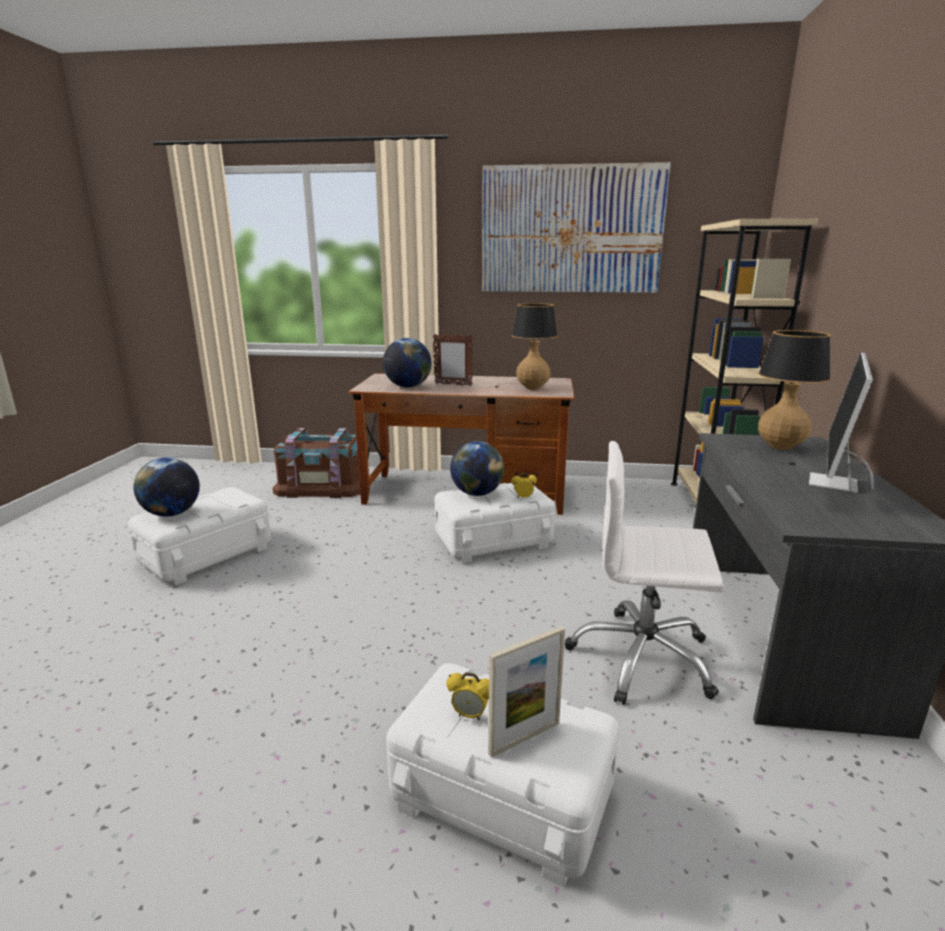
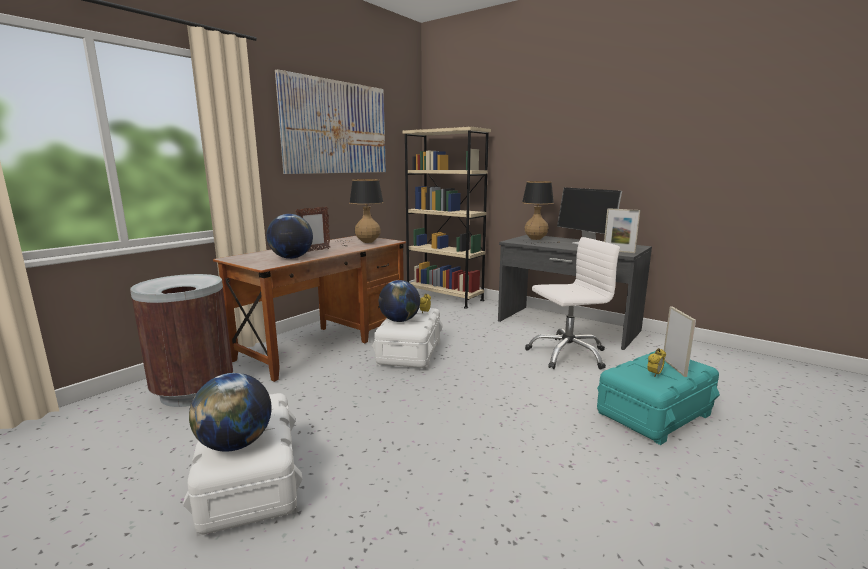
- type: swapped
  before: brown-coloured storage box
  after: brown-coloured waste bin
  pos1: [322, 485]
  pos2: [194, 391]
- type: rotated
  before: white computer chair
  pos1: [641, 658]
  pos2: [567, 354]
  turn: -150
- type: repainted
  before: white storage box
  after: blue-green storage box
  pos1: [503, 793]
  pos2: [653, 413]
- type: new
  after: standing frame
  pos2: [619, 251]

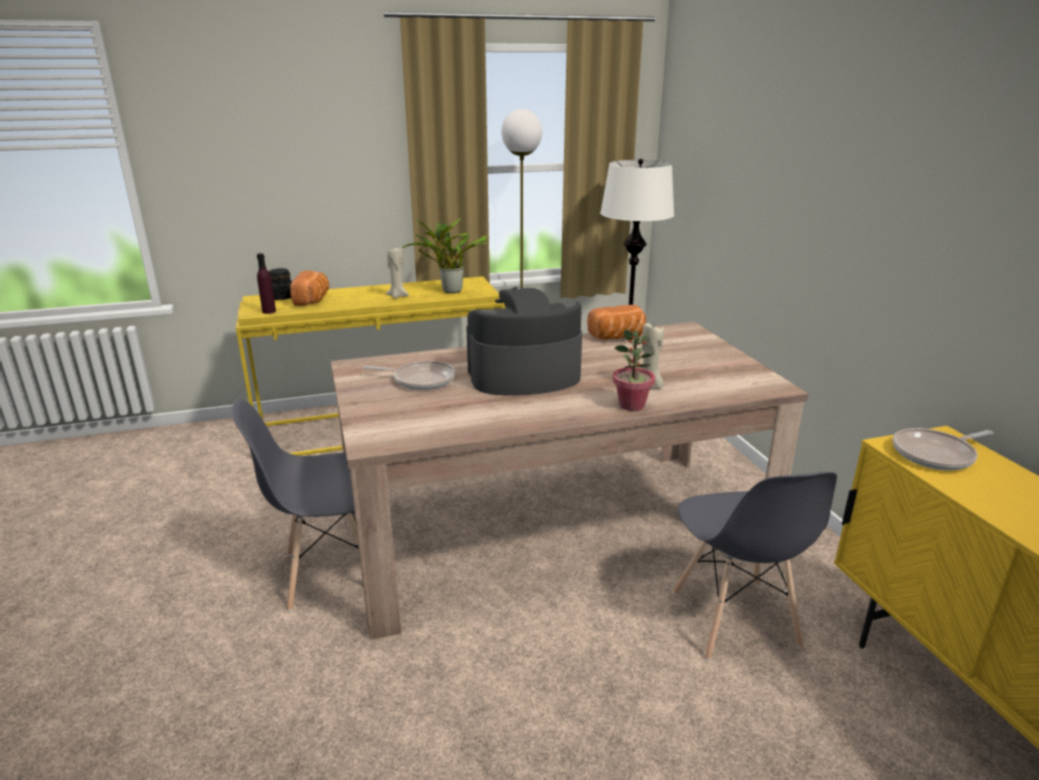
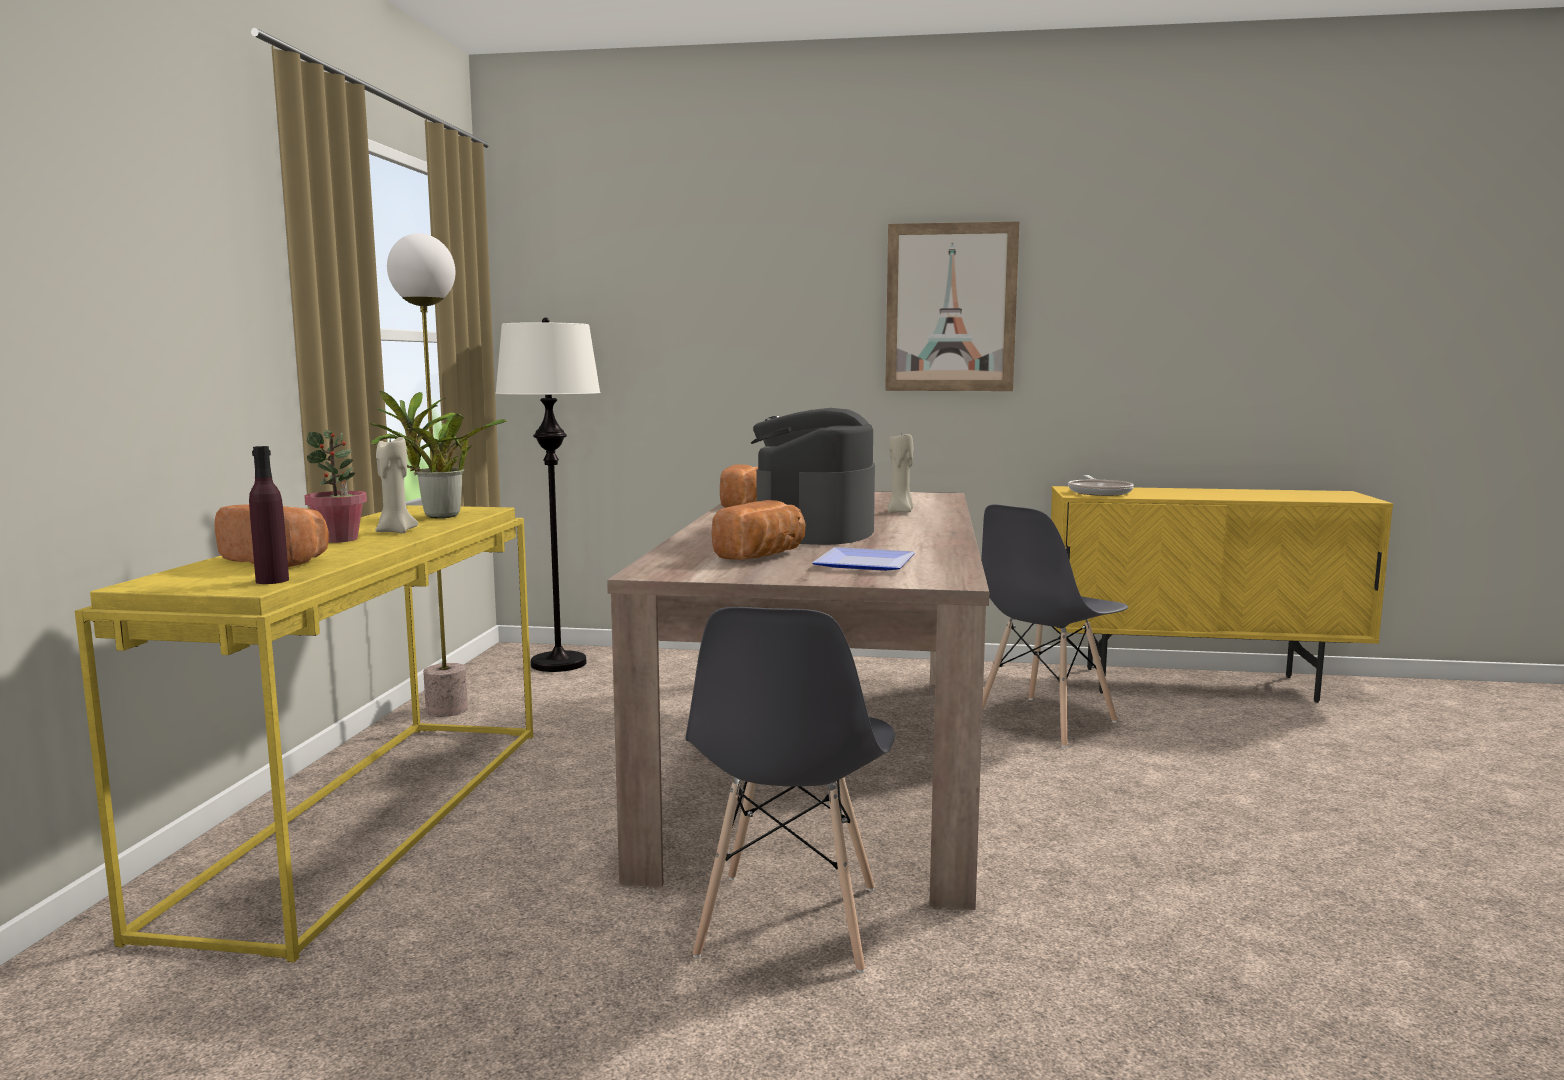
- type: shifted
  before: houseplant
  pos1: [631, 405]
  pos2: [339, 539]
- type: swapped
  before: frying pan
  after: bread
  pos1: [420, 380]
  pos2: [764, 556]
- type: new
  after: plate
  pos2: [867, 565]
- type: new
  after: wall picture
  pos2: [950, 308]
- type: rotated
  before: greyish upright chair
  pos1: [734, 620]
  pos2: [1044, 721]
  turn: 120
- type: gone
  before: black-coloured preserve jar
  pos1: [282, 297]

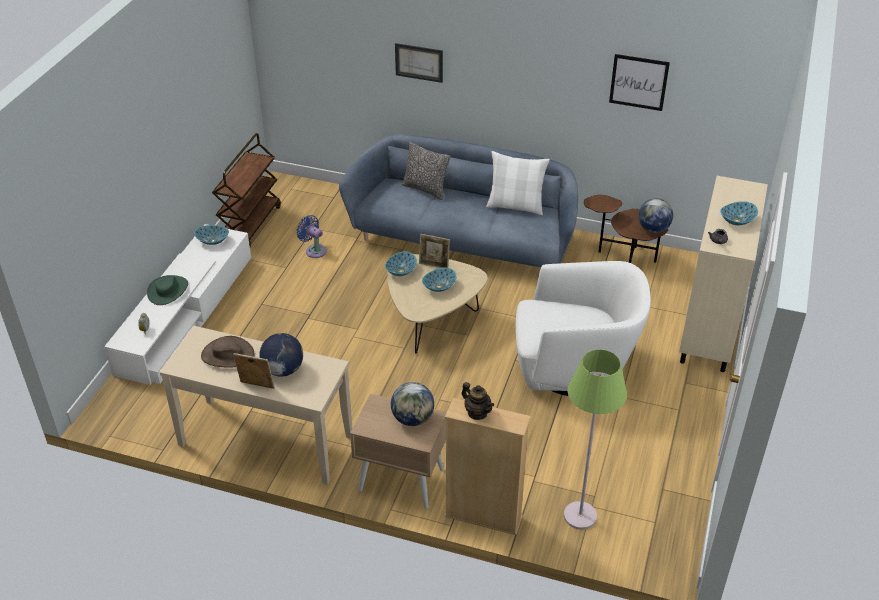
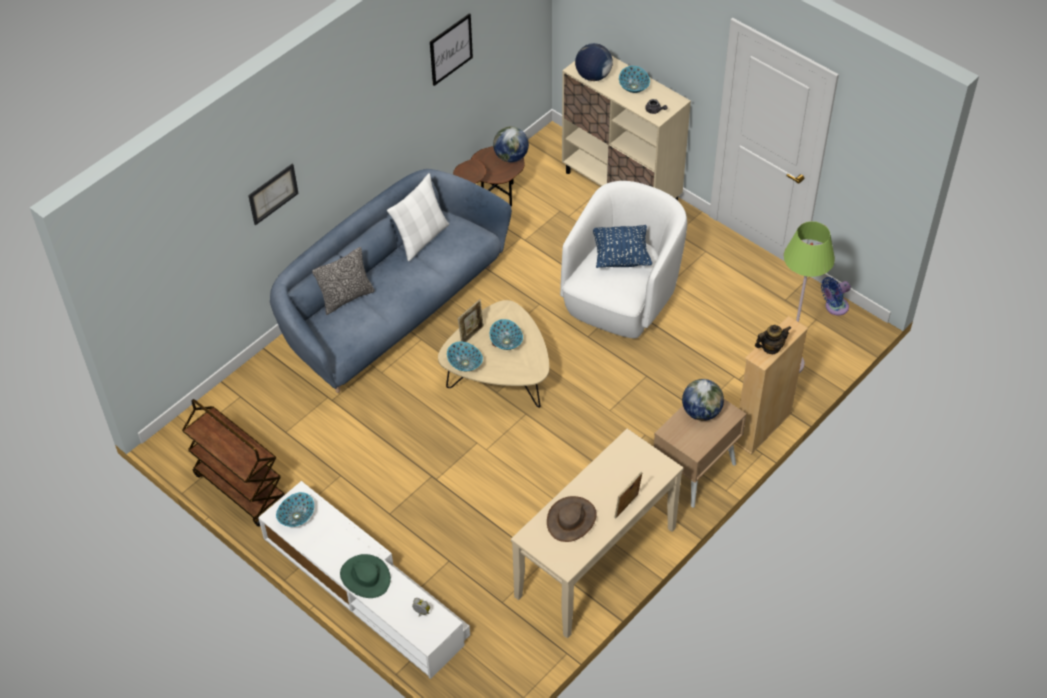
- type: shifted
  before: desk globe
  pos1: [283, 370]
  pos2: [593, 76]
- type: new
  after: blue-coloured cushion
  pos2: [621, 256]
- type: shifted
  before: blue-coloured cooling fan
  pos1: [314, 250]
  pos2: [834, 307]

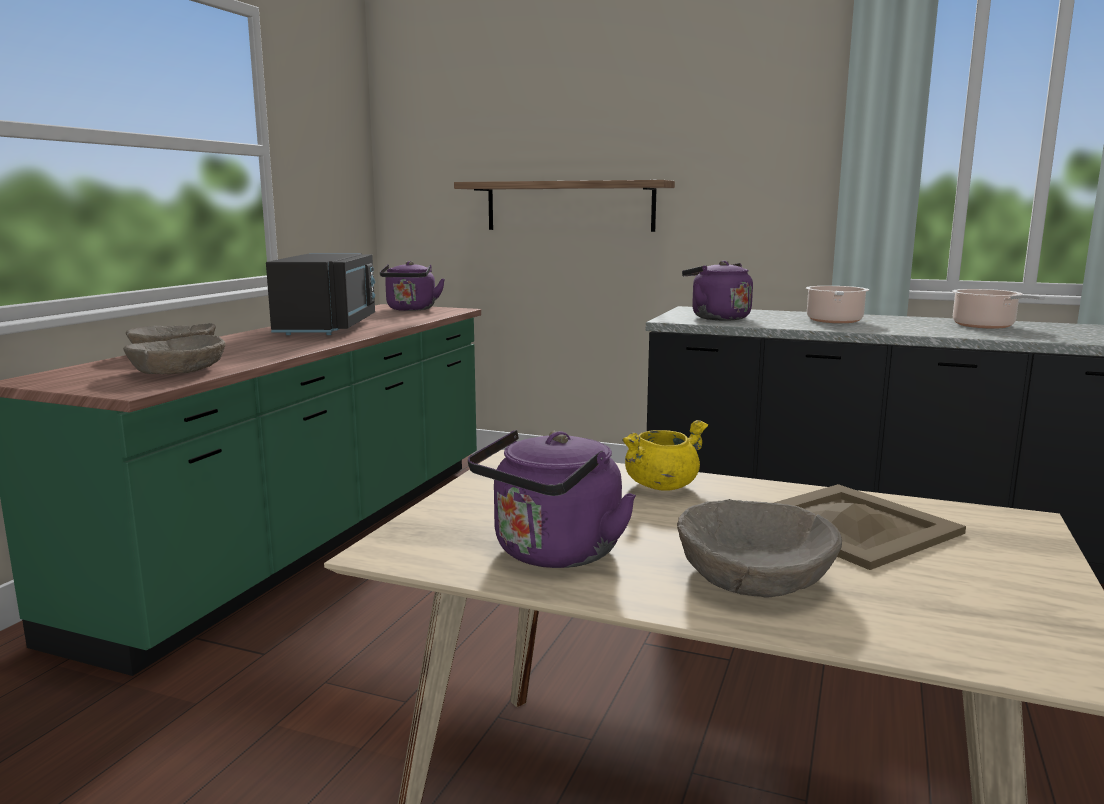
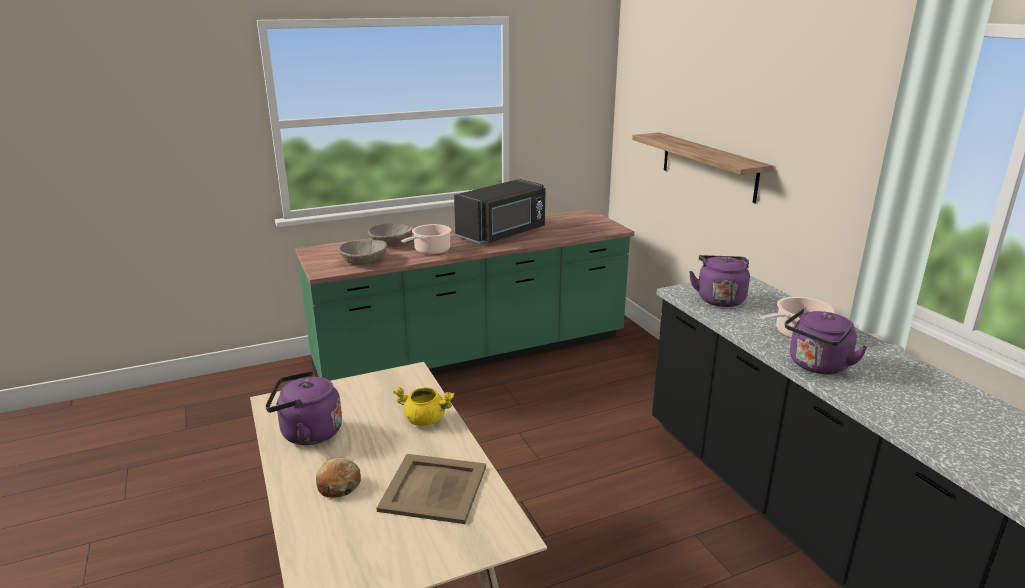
- type: swapped
  before: beige-coloured deep dish
  after: bread
  pos1: [754, 573]
  pos2: [338, 485]
- type: shifted
  before: cooking pot
  pos1: [986, 326]
  pos2: [430, 251]
- type: shifted
  before: purplish water kettle
  pos1: [411, 309]
  pos2: [817, 366]

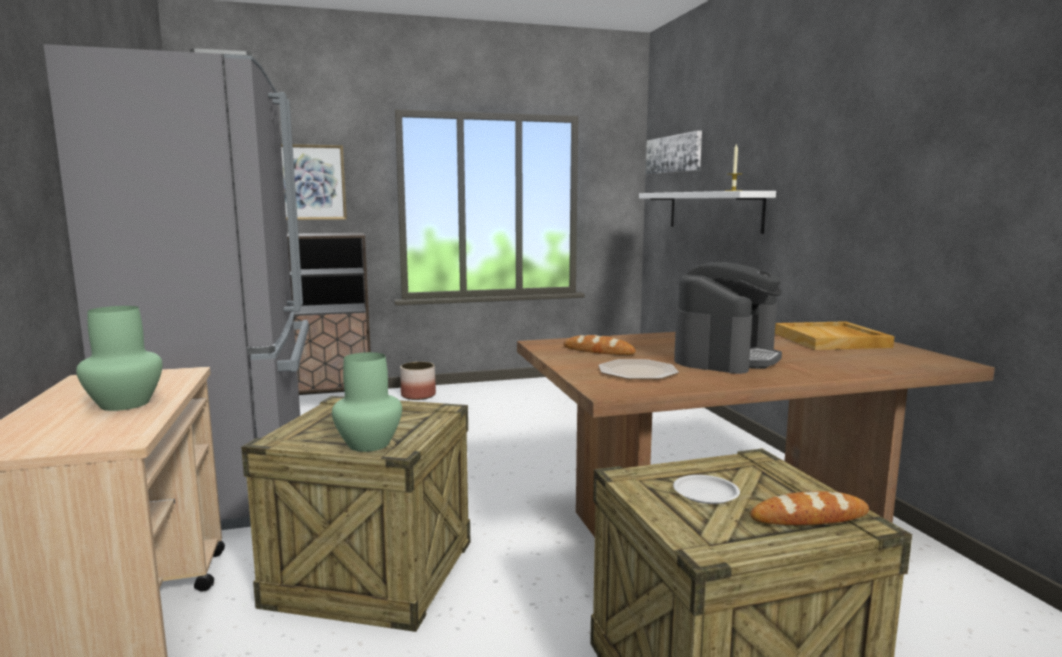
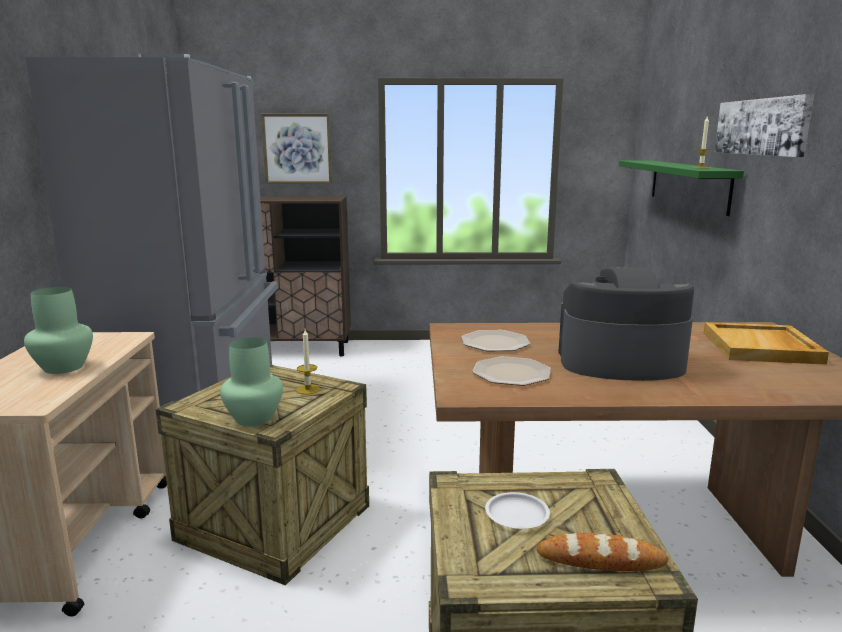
- type: new
  after: wax light
  pos2: [308, 389]
- type: swapped
  before: bread
  after: plate
  pos1: [598, 351]
  pos2: [495, 342]
- type: rotated
  before: coffee maker
  pos1: [726, 357]
  pos2: [619, 362]
  turn: -135
- type: repainted
  before: white shelf
  after: green shelf
  pos1: [713, 211]
  pos2: [688, 185]
- type: shifted
  before: wall picture
  pos1: [673, 154]
  pos2: [761, 127]
- type: gone
  before: flower pot
  pos1: [419, 395]

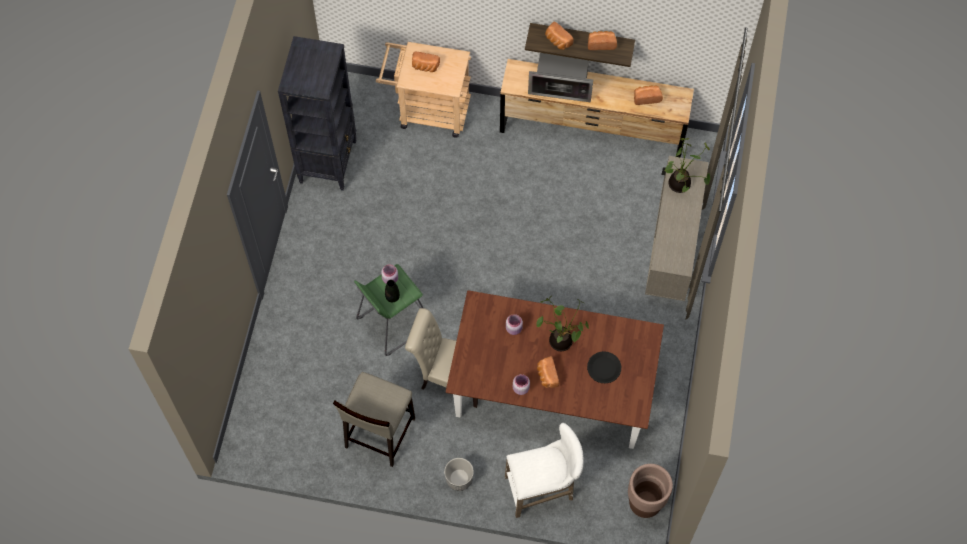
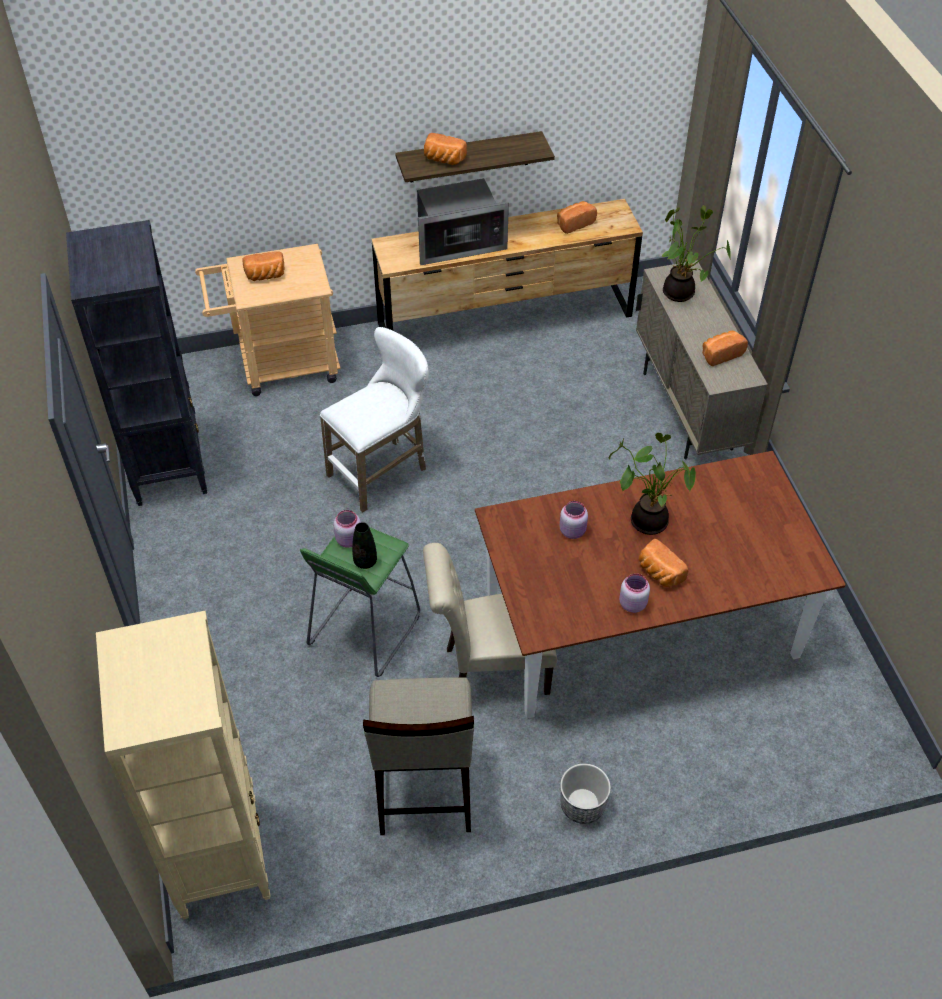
- type: new
  after: beige-coloured bookshelf
  pos2: [220, 856]
- type: shifted
  before: white sitting stool
  pos1: [543, 489]
  pos2: [383, 471]
- type: shifted
  before: bread
  pos1: [601, 43]
  pos2: [720, 354]
- type: gone
  before: black-coloured plate
  pos1: [604, 368]
- type: gone
  before: brown-coloured flower pot
  pos1: [644, 504]

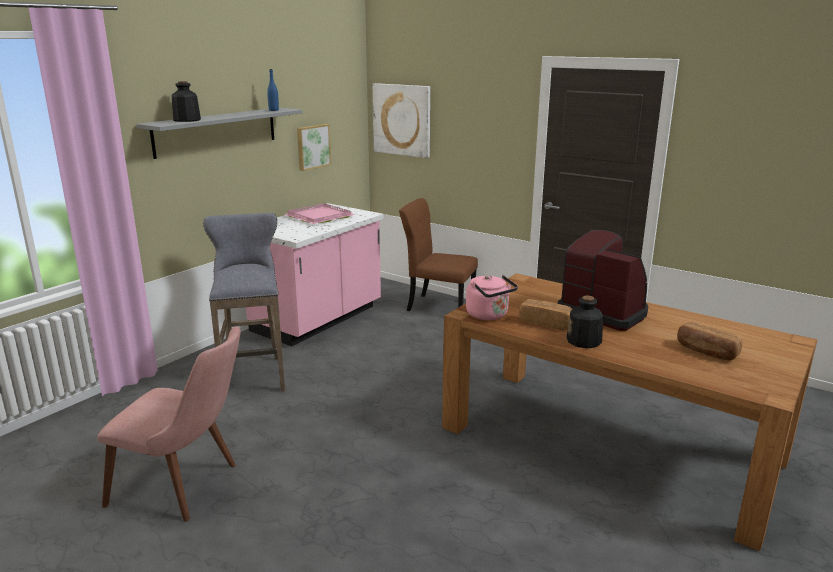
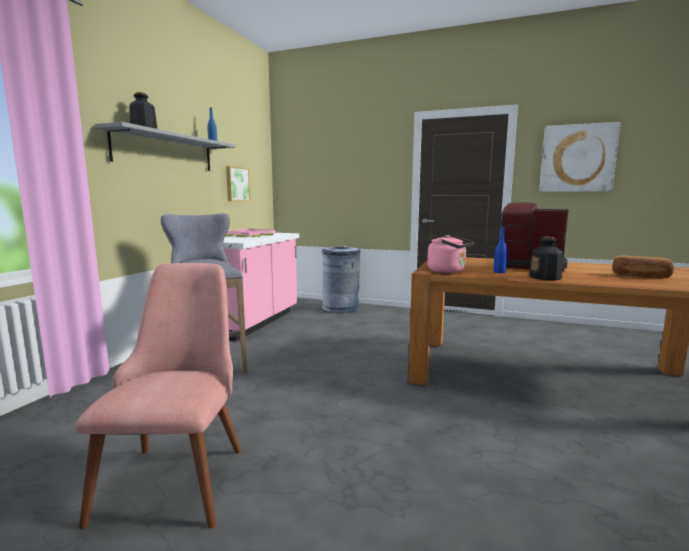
- type: rotated
  before: pink upright chair
  pos1: [187, 486]
  pos2: [179, 470]
  turn: -90
- type: swapped
  before: brown-coloured upright chair
  after: greyish waste bin
  pos1: [438, 306]
  pos2: [340, 308]
- type: swapped
  before: bread
  after: blue-coloured bottle
  pos1: [546, 323]
  pos2: [499, 272]
- type: shifted
  before: wall picture
  pos1: [402, 120]
  pos2: [577, 158]

